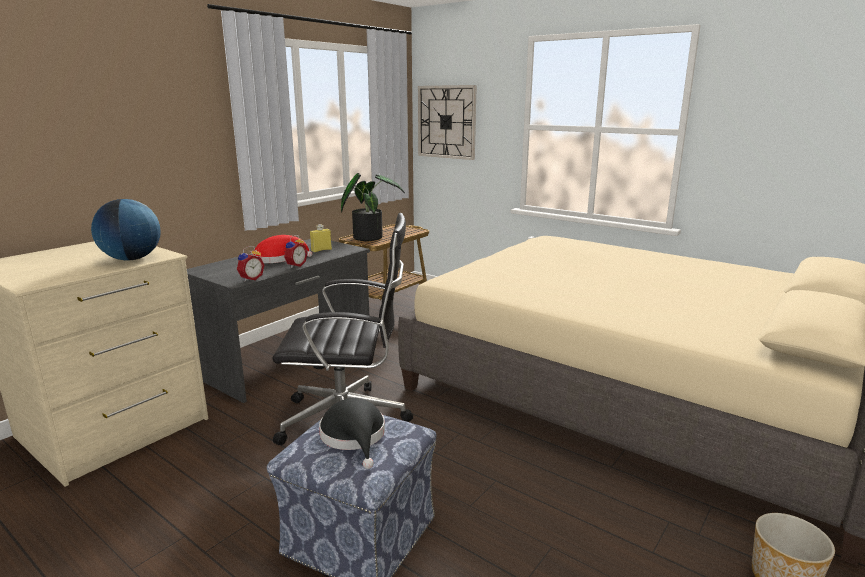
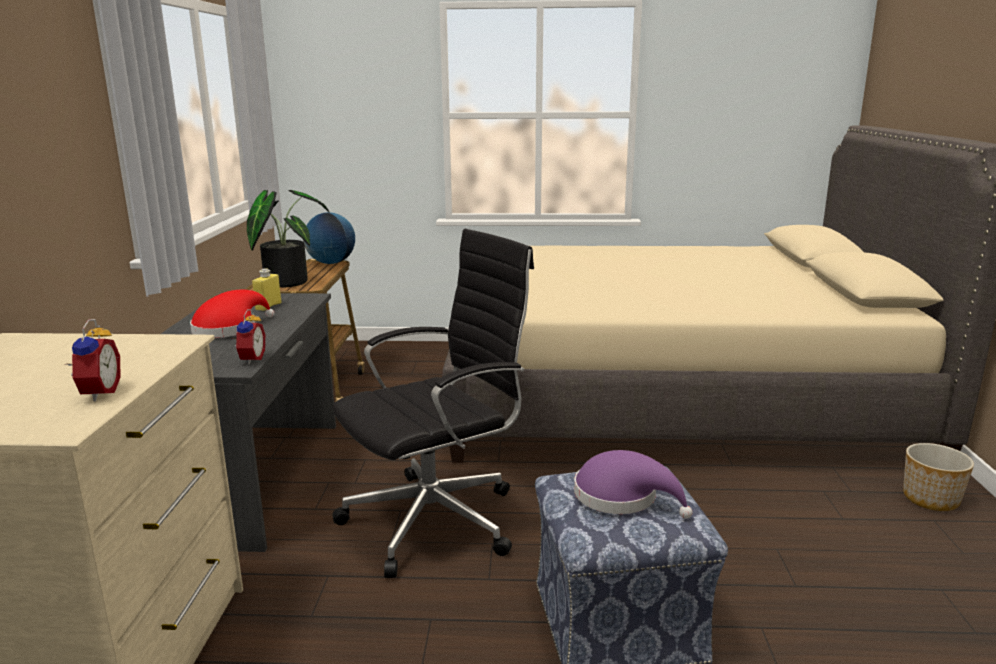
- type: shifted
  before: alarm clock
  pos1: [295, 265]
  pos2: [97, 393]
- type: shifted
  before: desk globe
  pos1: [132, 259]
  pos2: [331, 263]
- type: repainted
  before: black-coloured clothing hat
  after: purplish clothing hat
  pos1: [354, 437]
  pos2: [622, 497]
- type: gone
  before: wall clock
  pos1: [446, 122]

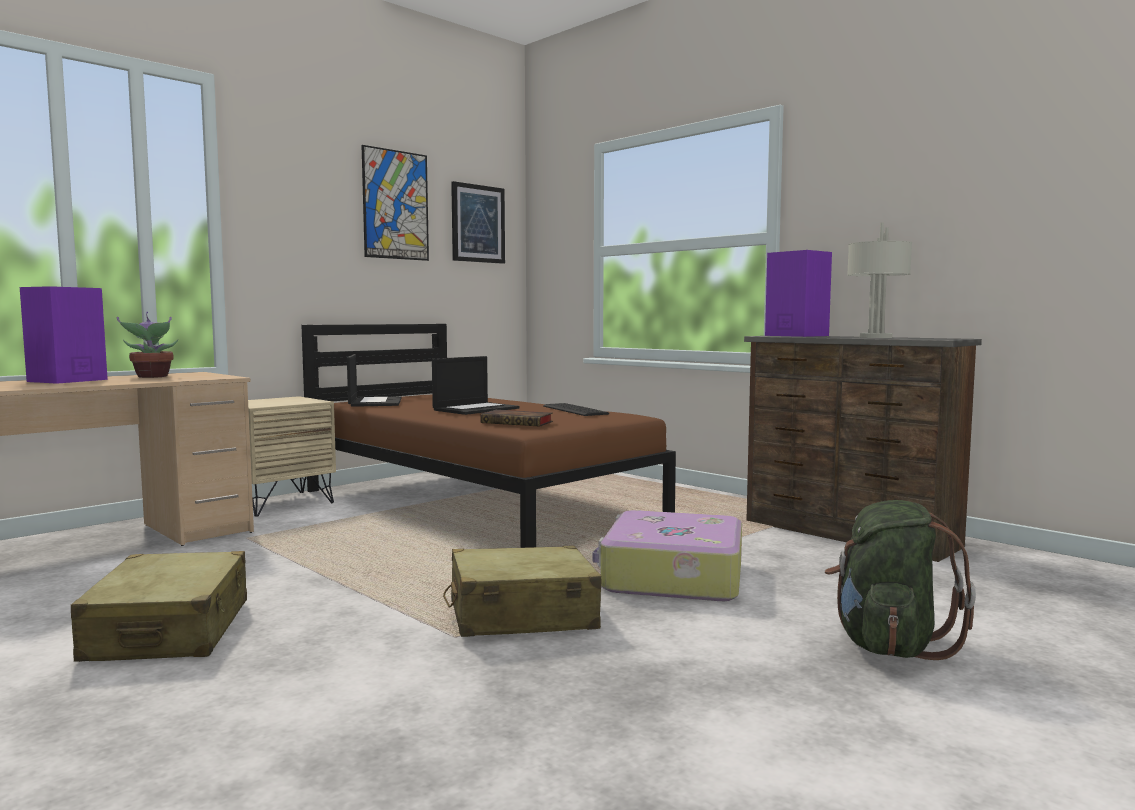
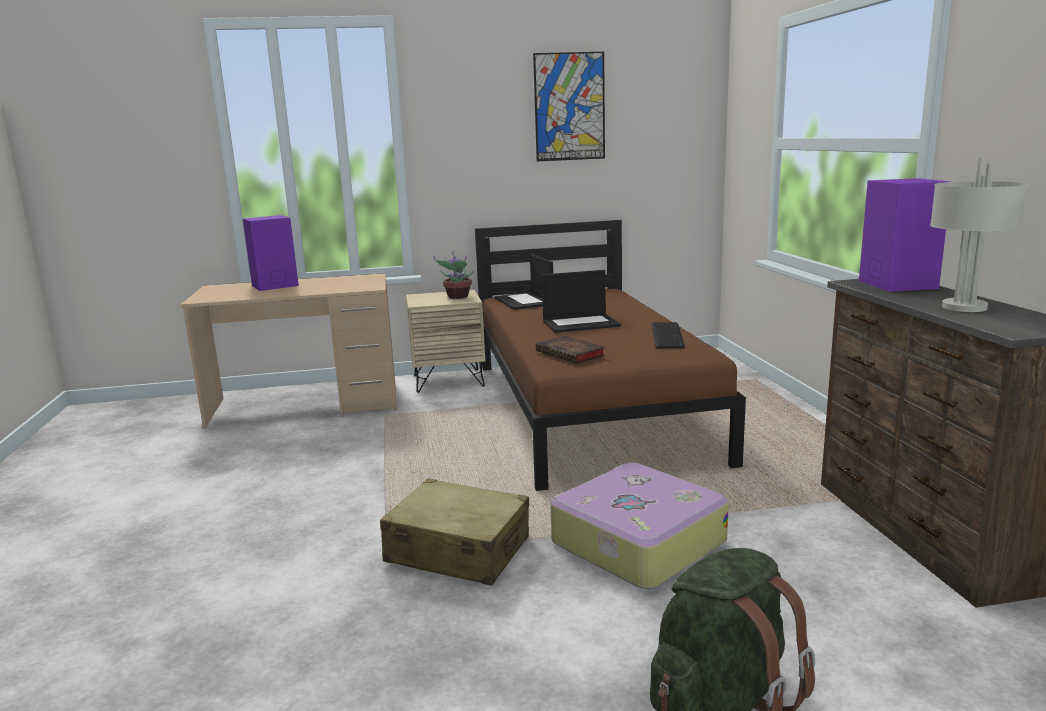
- type: shifted
  before: houseplant
  pos1: [151, 377]
  pos2: [457, 297]
- type: rotated
  before: portable computer
  pos1: [375, 402]
  pos2: [524, 301]
  turn: 135
- type: gone
  before: beige-coloured suitcase
  pos1: [169, 631]
- type: gone
  before: wall picture
  pos1: [478, 224]

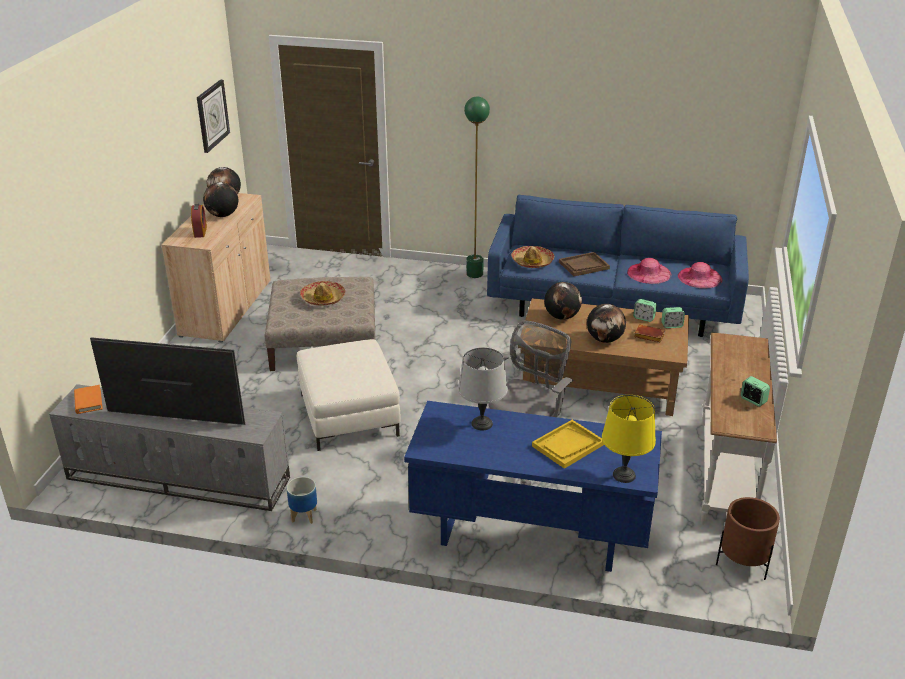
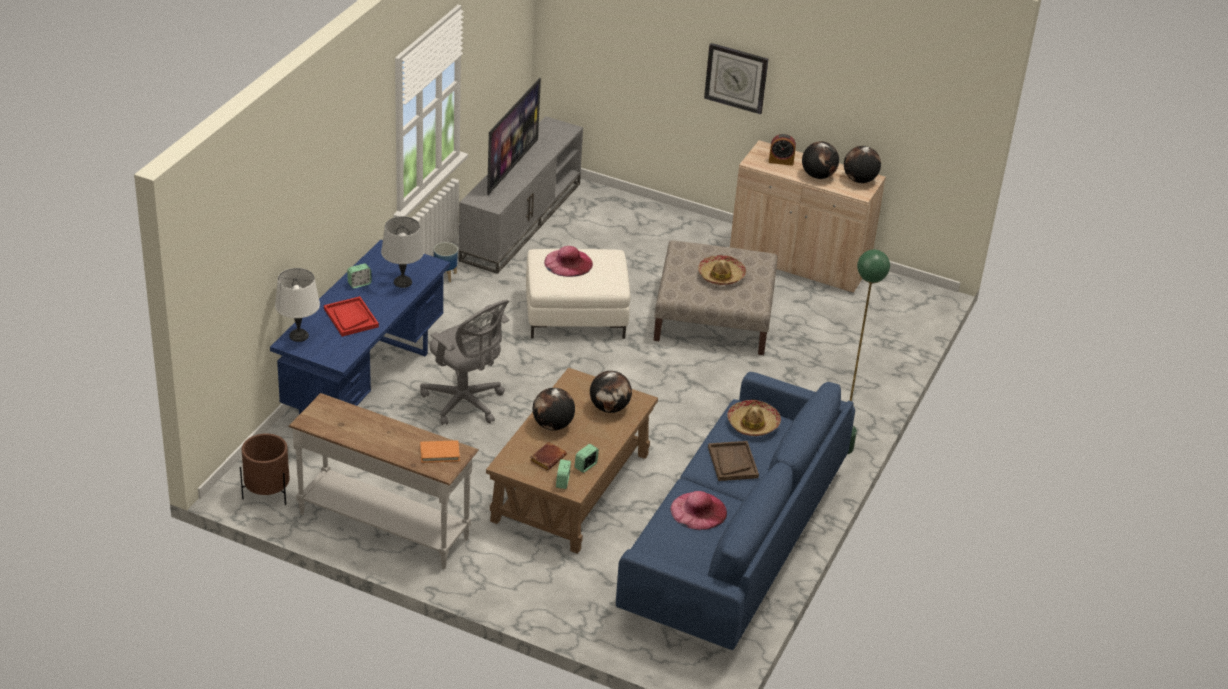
- type: repainted
  before: yellow-coloured table lamp
  after: white table lamp
  pos1: [624, 475]
  pos2: [298, 335]
- type: repainted
  before: yellow-coloured tray
  after: red-coloured tray
  pos1: [568, 445]
  pos2: [351, 318]
- type: shifted
  before: alarm clock
  pos1: [753, 400]
  pos2: [359, 284]
- type: shifted
  before: orangey book
  pos1: [88, 401]
  pos2: [439, 453]
- type: shifted
  before: pink clothing hat
  pos1: [700, 277]
  pos2: [568, 263]
- type: shifted
  before: wall clock
  pos1: [212, 115]
  pos2: [736, 77]

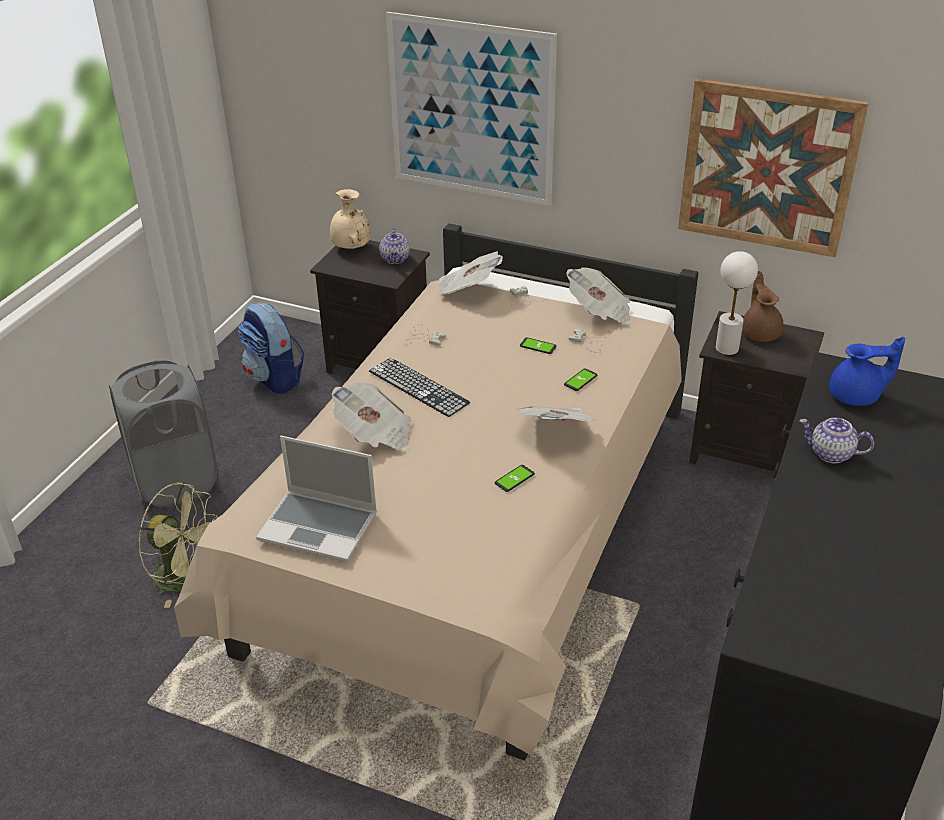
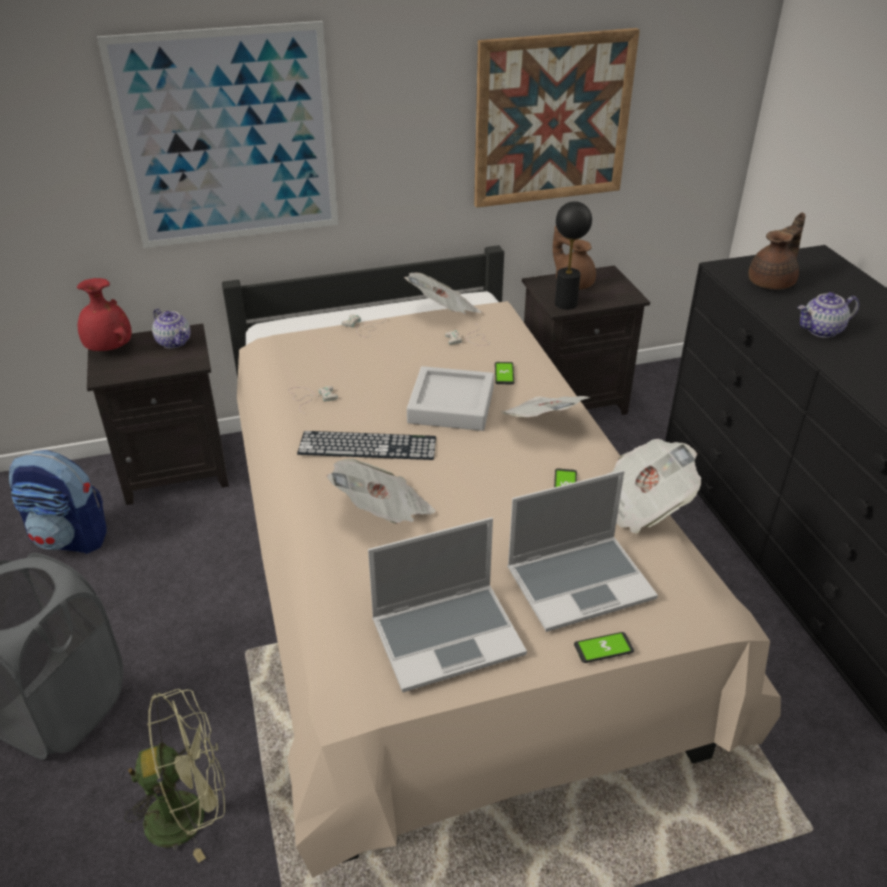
- type: repainted
  before: beige-coloured flower vase
  after: red-coloured flower vase
  pos1: [350, 247]
  pos2: [108, 349]
- type: new
  after: greyish tray
  pos2: [451, 405]
- type: new
  after: portable computer
  pos2: [580, 582]
- type: repainted
  before: white table lamp
  after: black-coloured table lamp
  pos1: [727, 348]
  pos2: [566, 304]
- type: shifted
  before: phone
  pos1: [538, 346]
  pos2: [603, 648]
- type: shifted
  before: newspaper
  pos1: [468, 289]
  pos2: [640, 505]
- type: repainted
  before: blue-coloured tea pot
  after: brown-coloured tea pot
  pos1: [856, 396]
  pos2: [773, 282]

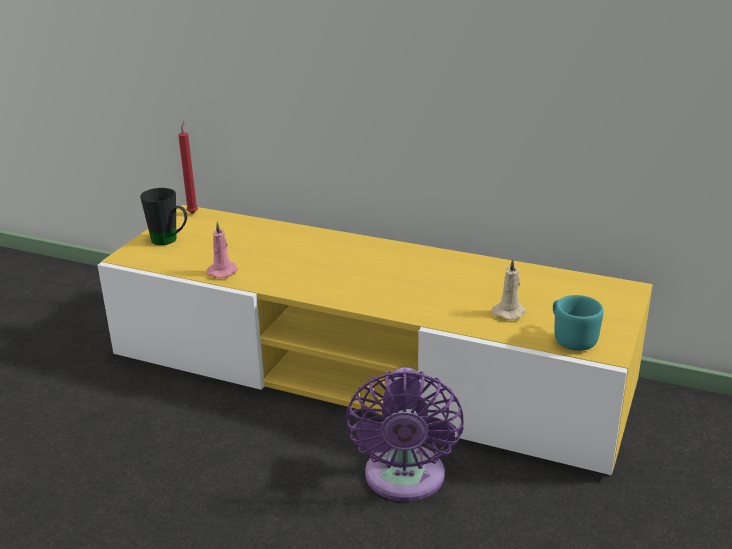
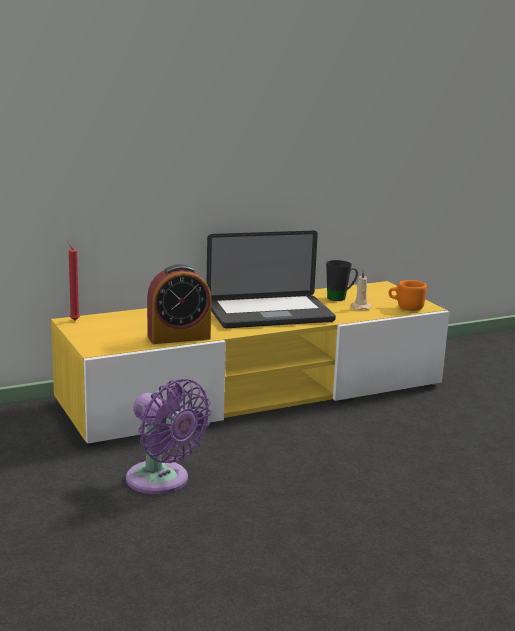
- type: shifted
  before: purplish cooling fan
  pos1: [404, 480]
  pos2: [162, 481]
- type: swapped
  before: pink wax light
  after: alarm clock
  pos1: [223, 271]
  pos2: [179, 337]
- type: new
  after: portable computer
  pos2: [270, 314]
- type: shifted
  before: black-coloured coffee mug
  pos1: [170, 241]
  pos2: [340, 297]
- type: repainted
  before: blue-green coffee mug
  after: orangey coffee mug
  pos1: [571, 338]
  pos2: [406, 307]

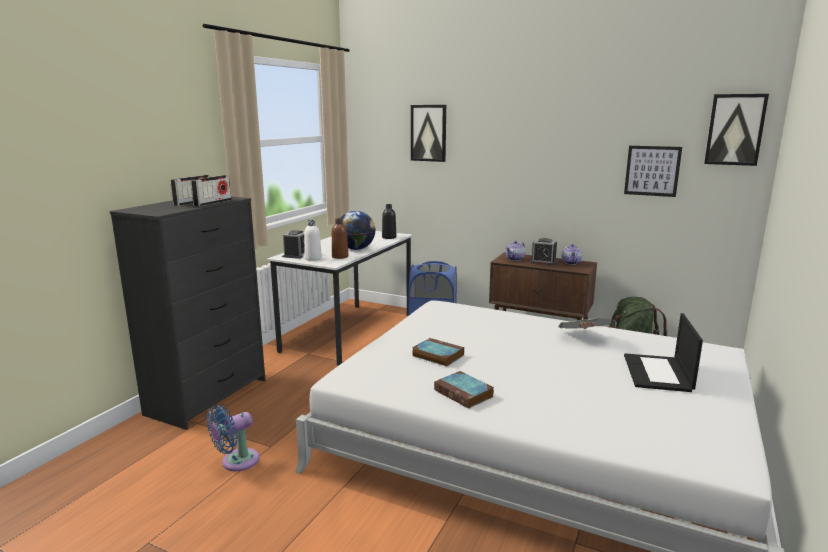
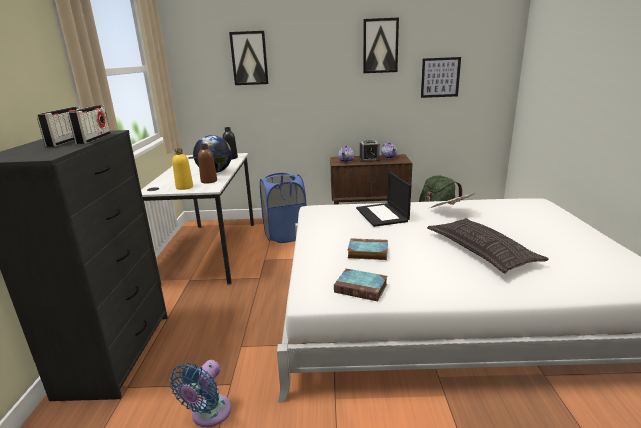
- type: repainted
  before: white bottle
  after: yellow-coloured bottle
  pos1: [313, 258]
  pos2: [184, 187]
- type: shifted
  before: book
  pos1: [464, 394]
  pos2: [362, 288]
- type: shifted
  before: portable computer
  pos1: [658, 373]
  pos2: [382, 215]
- type: shifted
  before: wall picture
  pos1: [735, 129]
  pos2: [380, 46]
- type: new
  after: cushion
  pos2: [481, 251]
- type: gone
  before: alarm clock
  pos1: [297, 255]

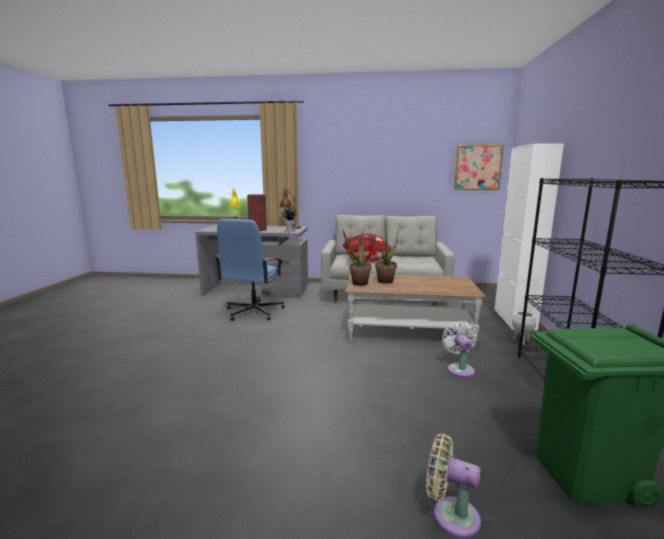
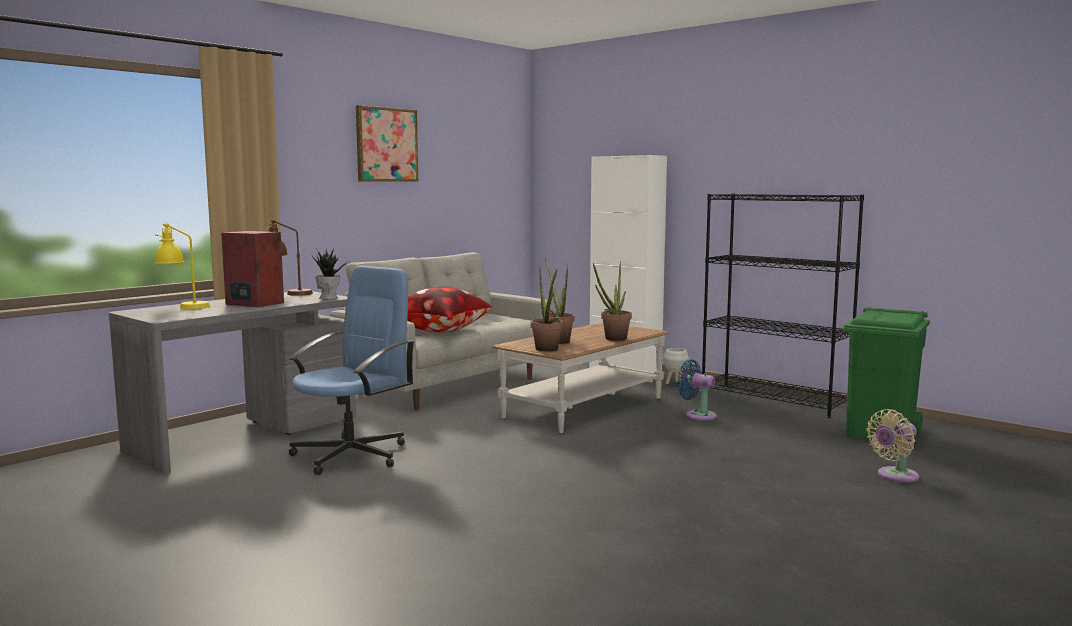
- type: rotated
  before: blue-coloured computer chair
  pos1: [253, 312]
  pos2: [352, 455]
  turn: -105
- type: shifted
  before: wall picture
  pos1: [477, 167]
  pos2: [386, 145]
- type: new
  after: houseplant
  pos2: [612, 339]
- type: repainted
  before: white cooling fan
  after: blue-coloured cooling fan
  pos1: [460, 369]
  pos2: [697, 415]

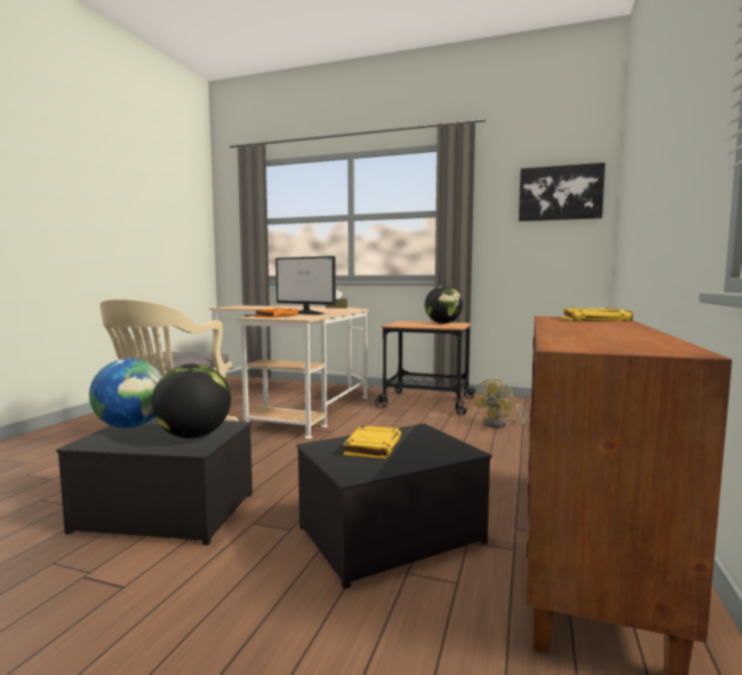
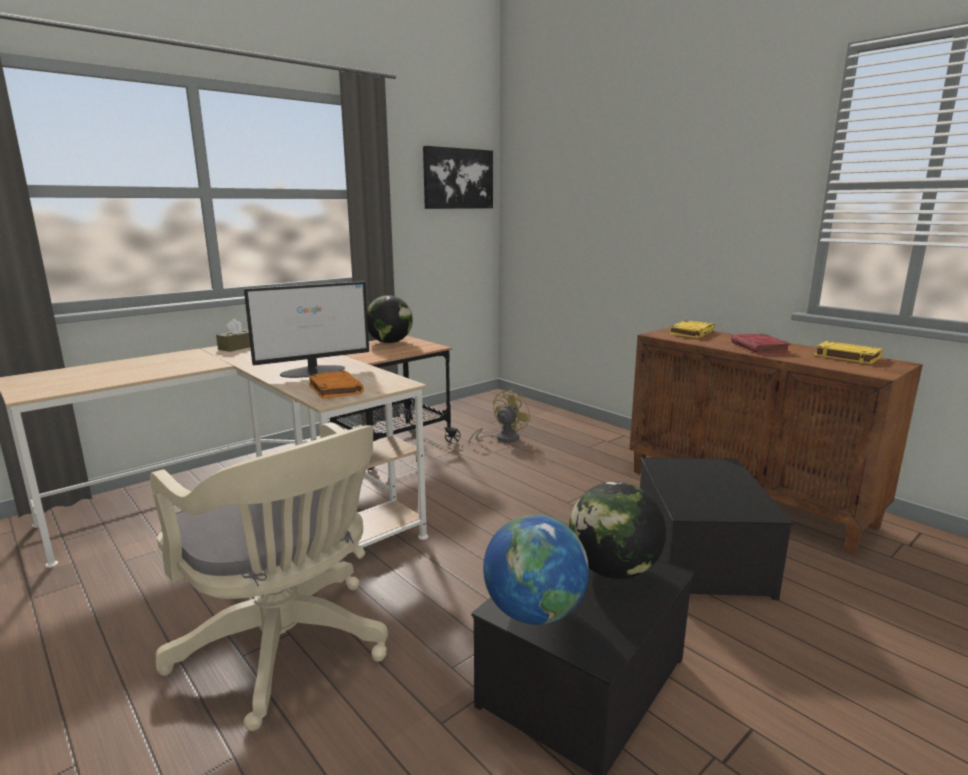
- type: rotated
  before: yellow-coloured cooling fan
  pos1: [500, 424]
  pos2: [502, 439]
  turn: -120
- type: new
  after: red-coloured book
  pos2: [760, 348]
- type: shifted
  before: yellow-coloured book
  pos1: [373, 446]
  pos2: [846, 356]

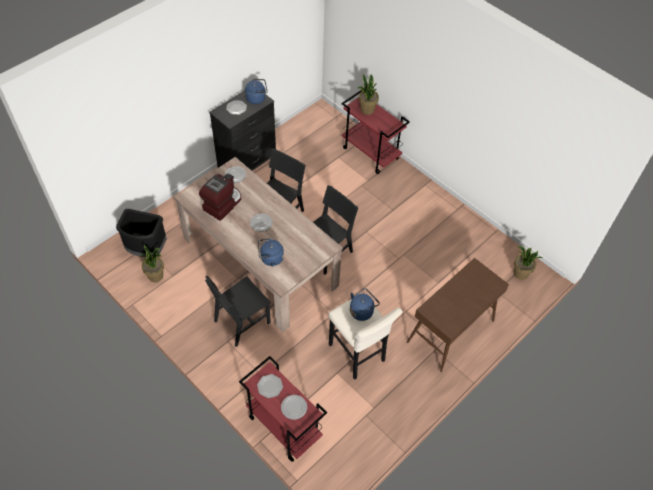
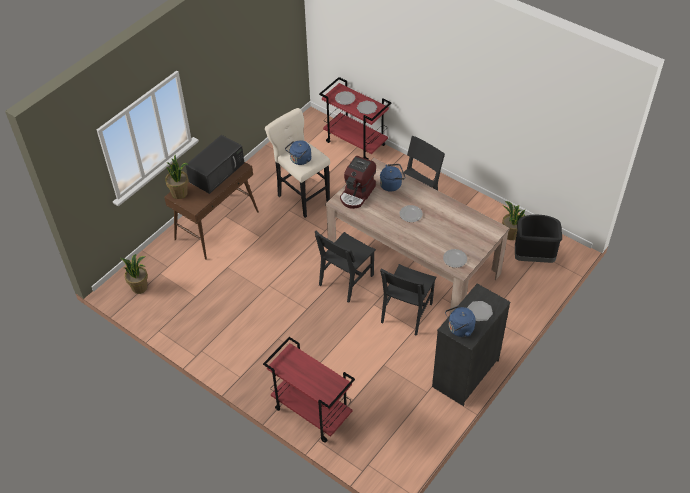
- type: shifted
  before: houseplant
  pos1: [367, 110]
  pos2: [180, 193]
- type: new
  after: black-coloured microwave oven
  pos2: [217, 171]
- type: shifted
  before: coffee maker
  pos1: [222, 204]
  pos2: [357, 194]

